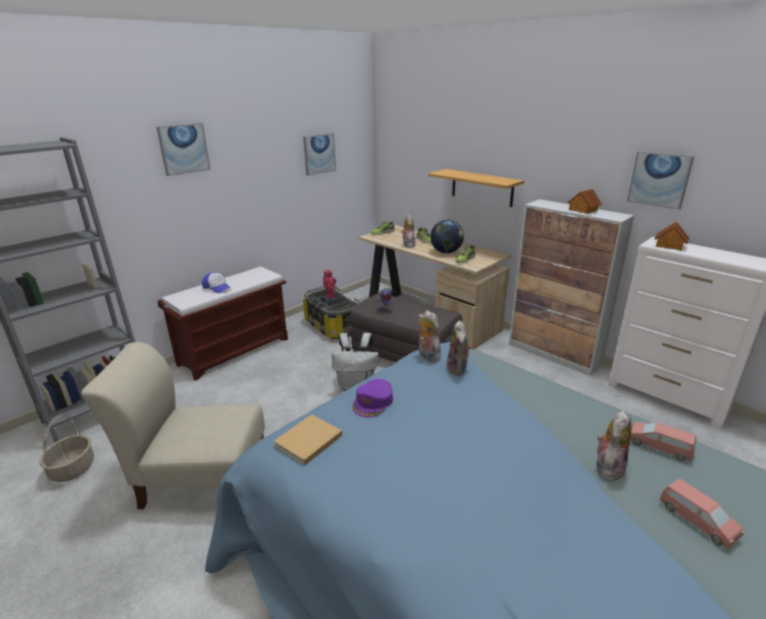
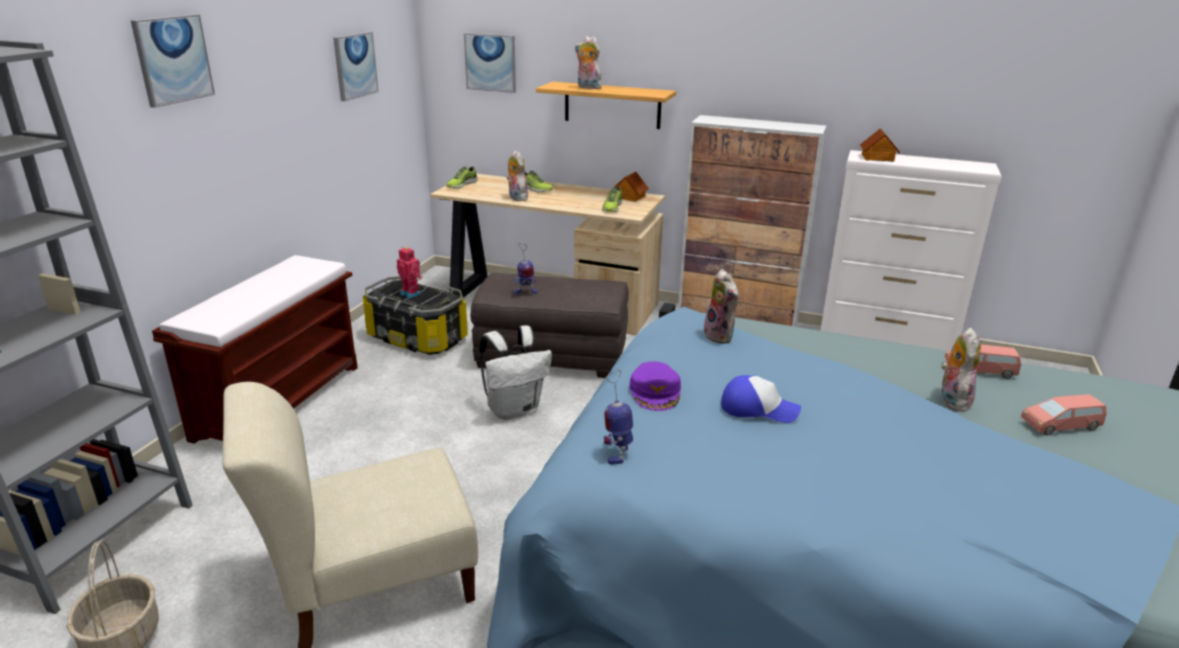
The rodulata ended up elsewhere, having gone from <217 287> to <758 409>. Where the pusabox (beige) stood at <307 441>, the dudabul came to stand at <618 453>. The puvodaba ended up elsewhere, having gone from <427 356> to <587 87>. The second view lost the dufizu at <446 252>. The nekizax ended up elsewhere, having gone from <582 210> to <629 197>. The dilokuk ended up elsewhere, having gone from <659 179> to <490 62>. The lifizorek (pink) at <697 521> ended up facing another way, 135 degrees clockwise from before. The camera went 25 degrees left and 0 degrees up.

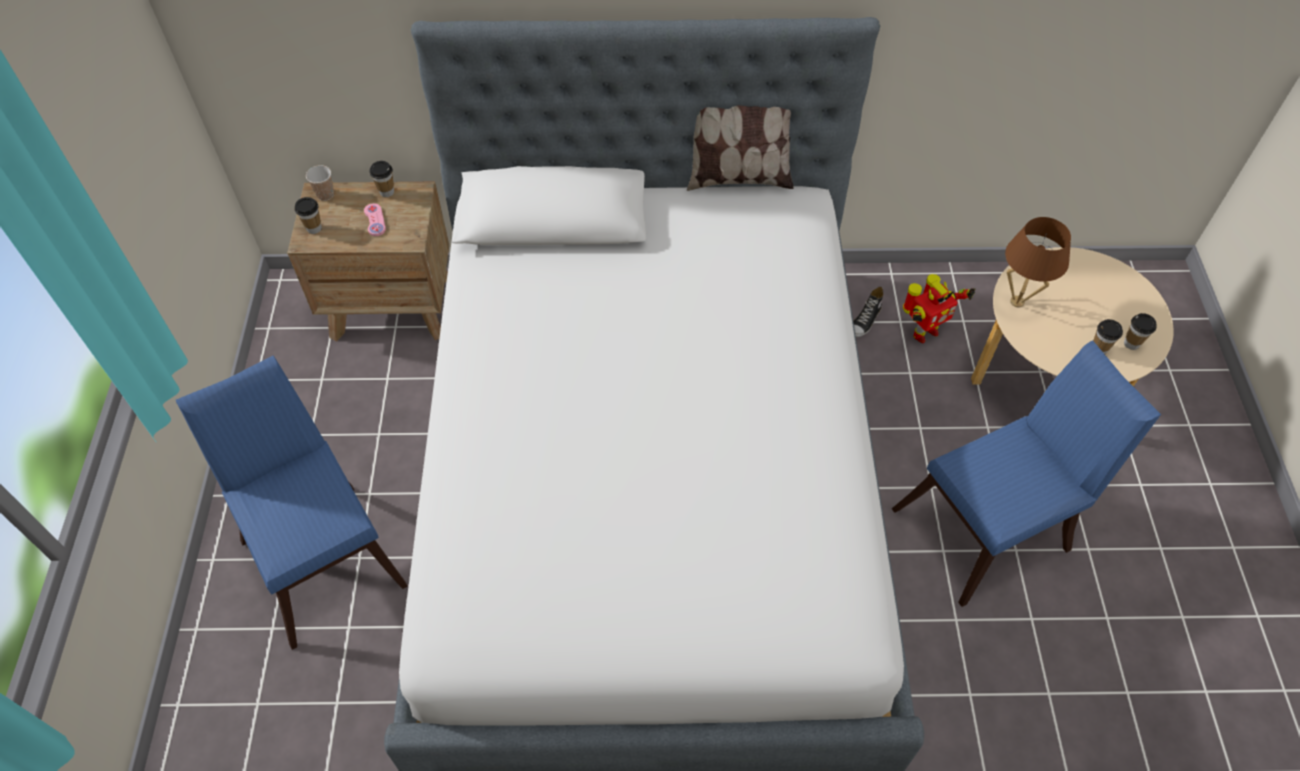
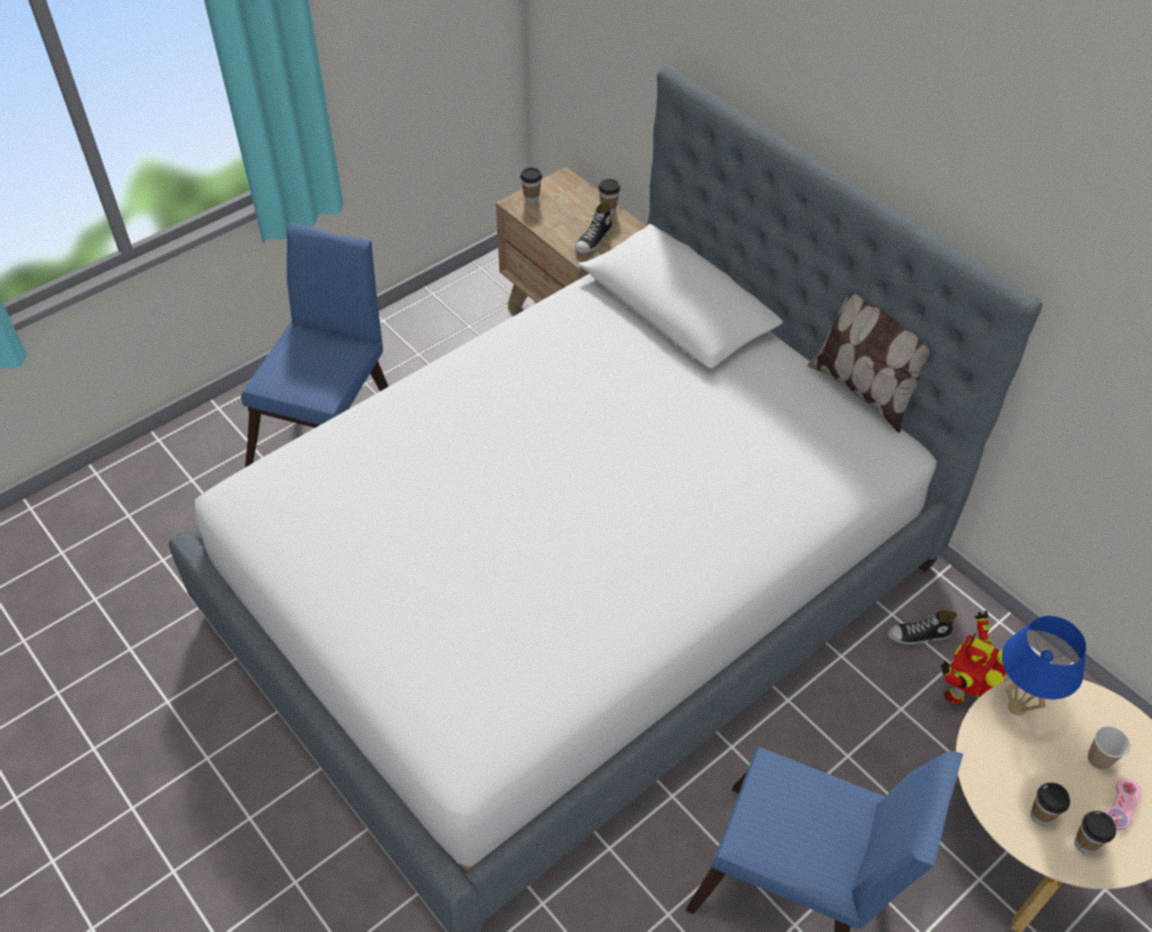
The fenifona ended up elsewhere, having gone from <325 195> to <1099 759>. The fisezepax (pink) ended up elsewhere, having gone from <375 220> to <1122 804>. The dudabul at <923 332> ended up facing another way, 105 degrees clockwise from before. What was the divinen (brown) at <1017 301> turned into the divinen (blue) at <1017 707>. The second view gained the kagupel at <594 240>. The camera went 50 degrees right and 5 degrees down.

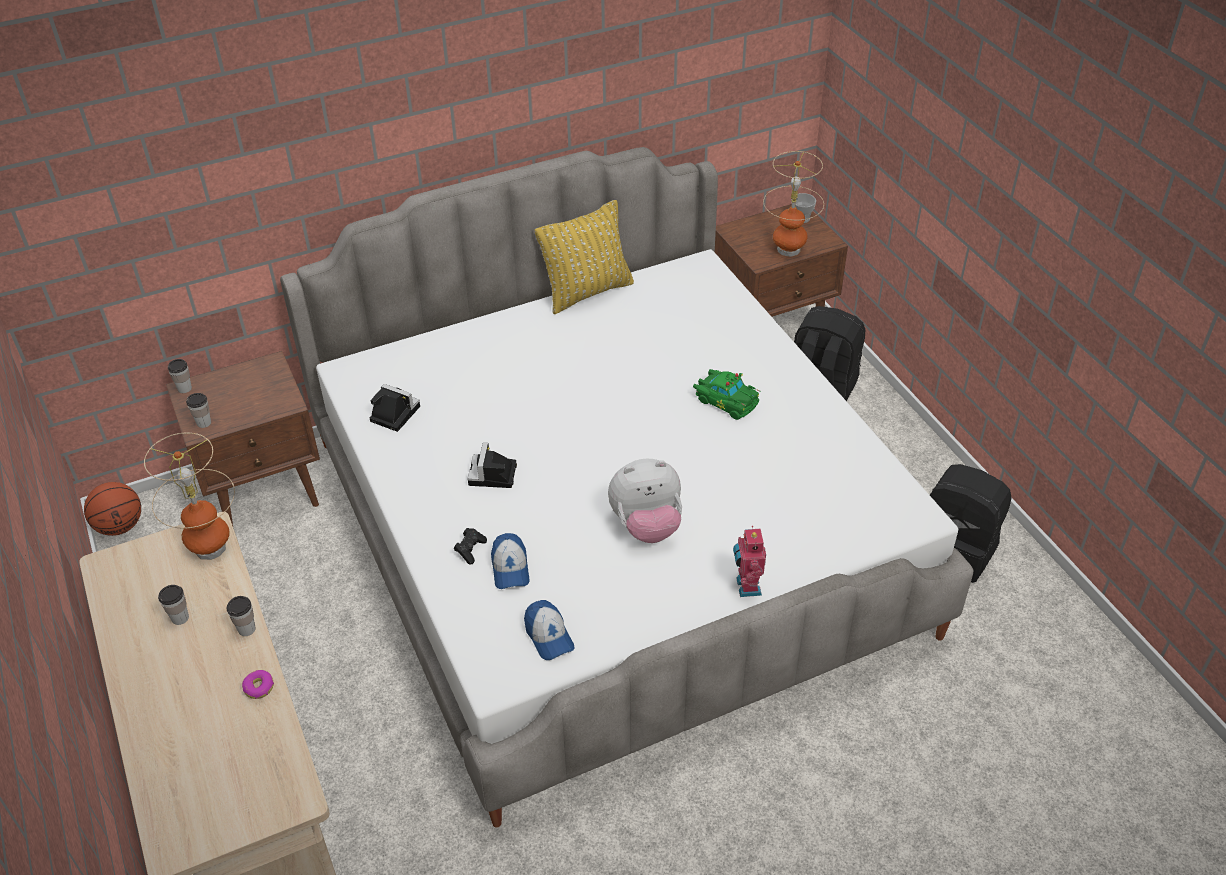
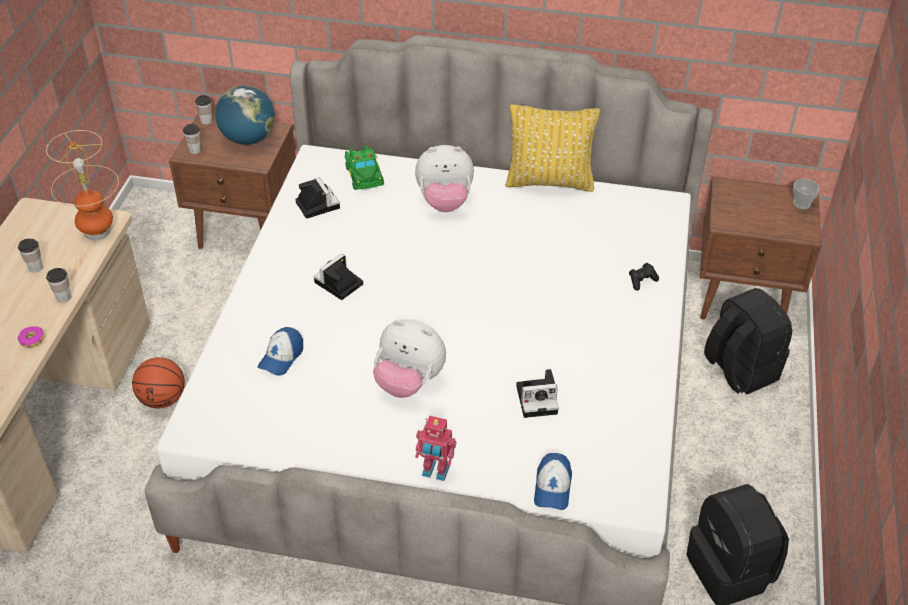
The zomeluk ended up elsewhere, having gone from <120 526> to <162 399>. The fisezepax (black) ended up elsewhere, having gone from <470 550> to <642 281>. The rodulata ended up elsewhere, having gone from <548 636> to <552 488>. The lifizorek (green) ended up elsewhere, having gone from <726 400> to <364 174>. The dudabul at <746 586> ended up facing another way, 105 degrees counterclockwise from before. The second view lost the divinen at <789 249>. The second view gained the dufizu at <248 139>. The second view gained the puvodaba at <444 202>. The second view gained the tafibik at <538 399>. The camera went 35 degrees right and 0 degrees up.

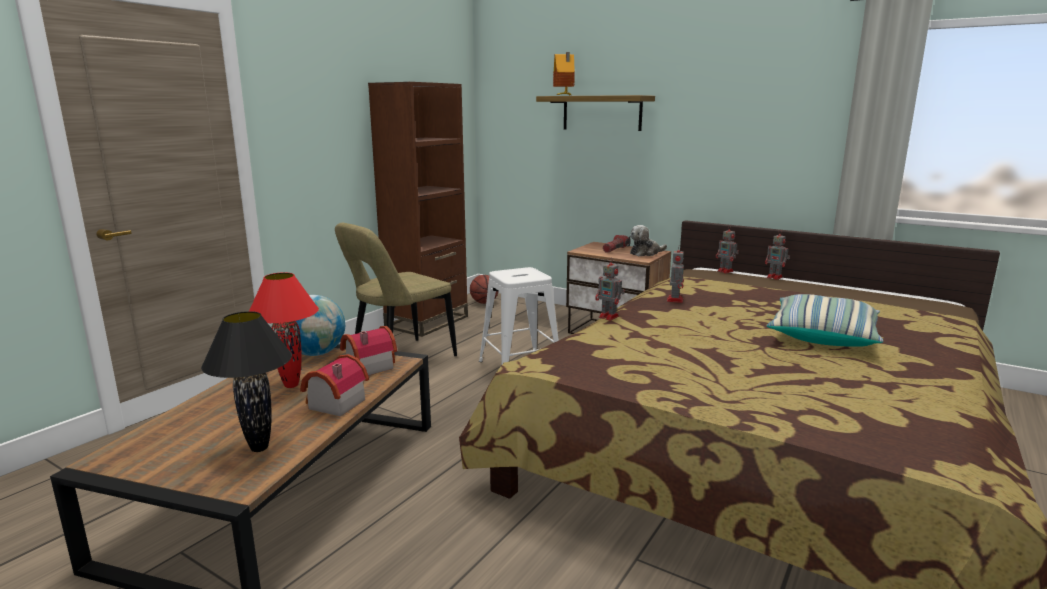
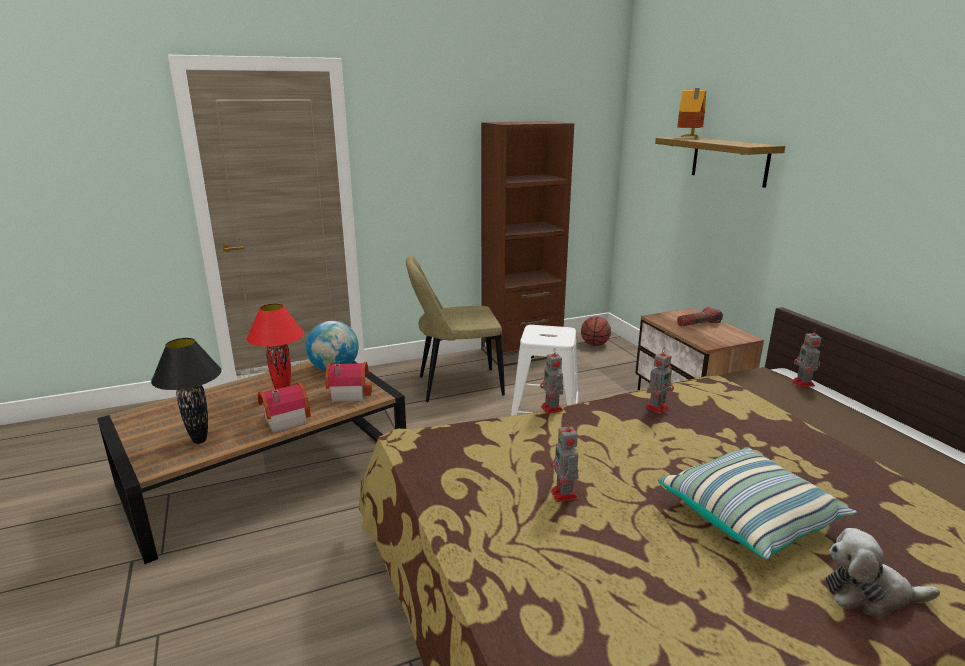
The puvodaba ended up elsewhere, having gone from <646 253> to <869 594>. The dudabul ended up elsewhere, having gone from <775 277> to <564 495>. The camera went 35 degrees right and 5 degrees up.

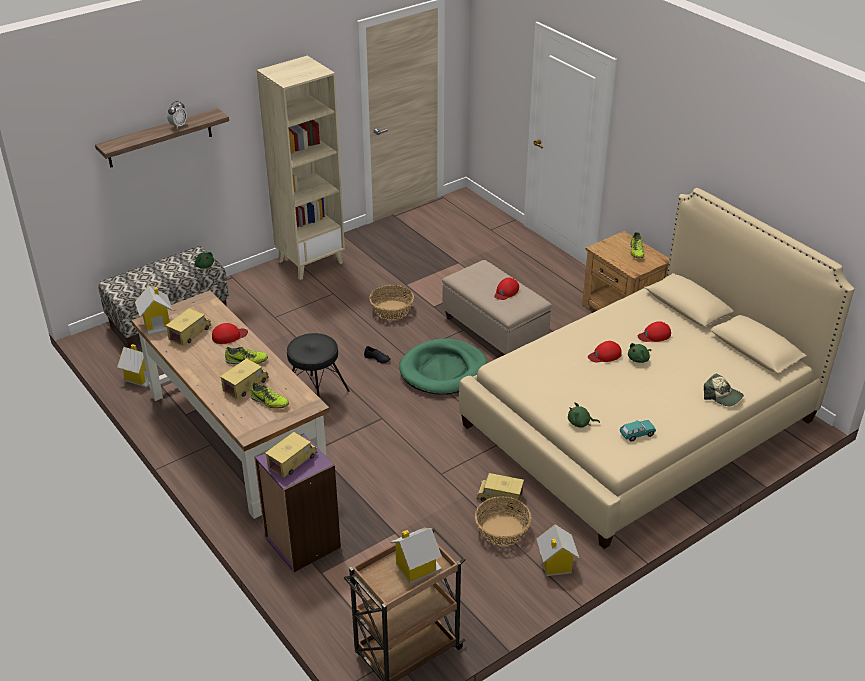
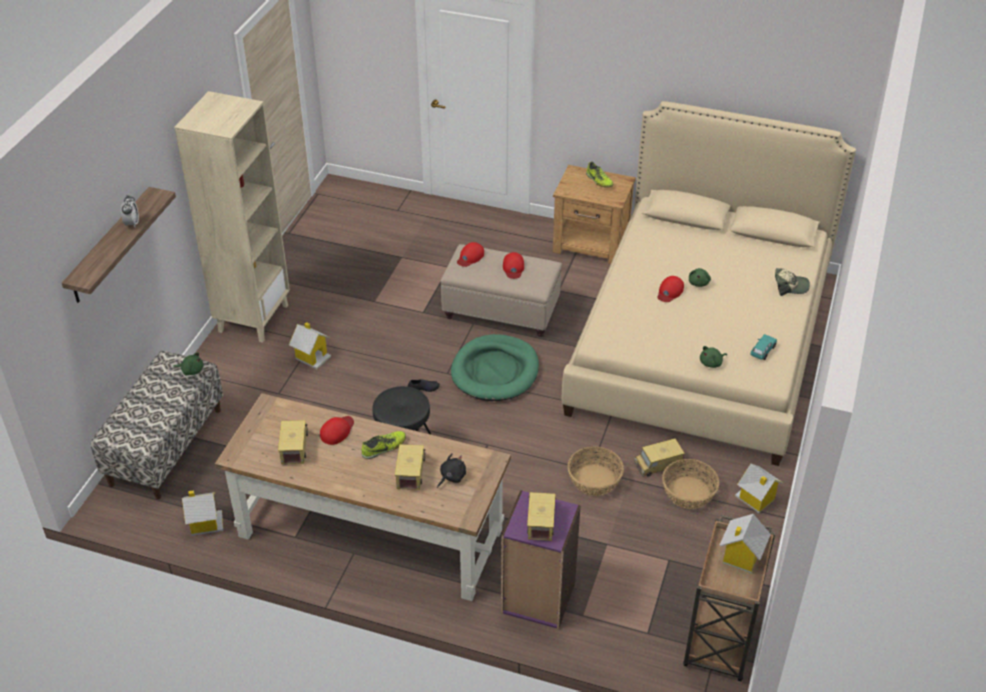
The nekizax ended up elsewhere, having gone from <157 324> to <312 356>. Where the kagupel stood at <269 402>, the puvodaba (black) came to stand at <451 477>. The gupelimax ended up elsewhere, having gone from <392 310> to <594 480>. The rodulata (red) ended up elsewhere, having gone from <654 335> to <470 257>. The camera went 35 degrees left and 5 degrees up.

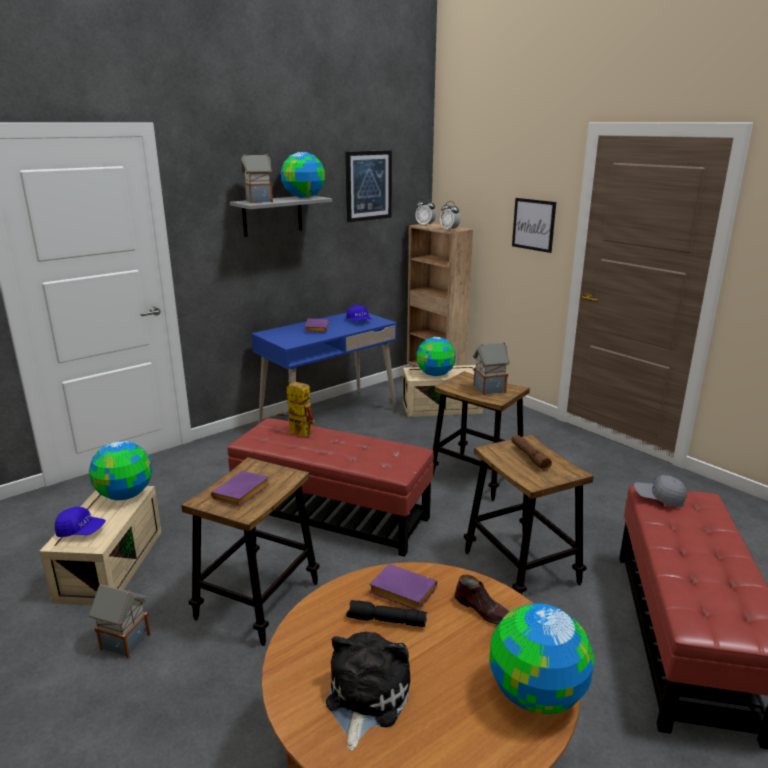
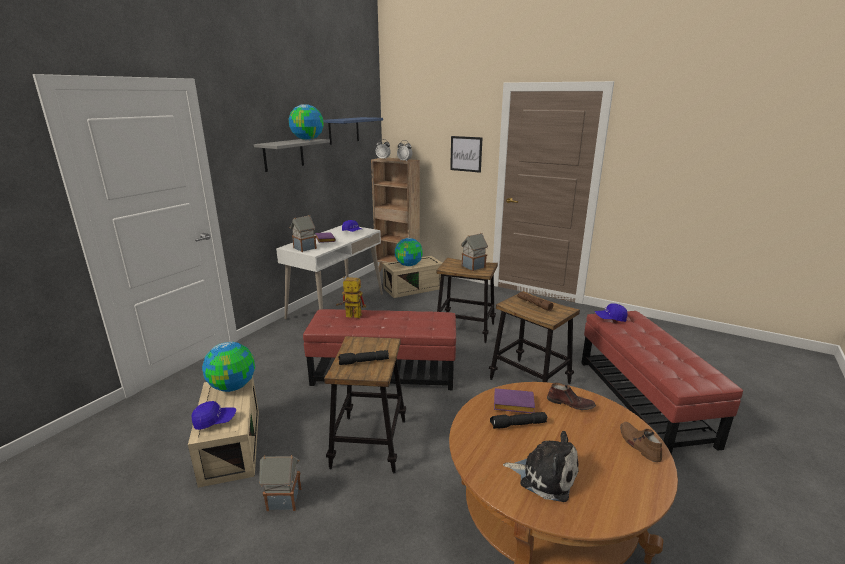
Where the pusabox (purple) stood at <241 494>, the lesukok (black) came to stand at <363 362>. The nekizax ended up elsewhere, having gone from <258 201> to <304 248>. What was the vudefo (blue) at <328 416> turned into the vudefo (white) at <336 306>. The puvodaba at <365 698> ended up facing another way, 120 degrees clockwise from before. Where the dilokuk hung at <368 185>, the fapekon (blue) came to hang at <343 130>. Where the dufizu stood at <535 695>, the kagupel (brown) came to stand at <638 445>. What was the rodulata (grey) at <659 498> turned into the rodulata (blue) at <610 318>. The camera went 20 degrees left and 0 degrees up.

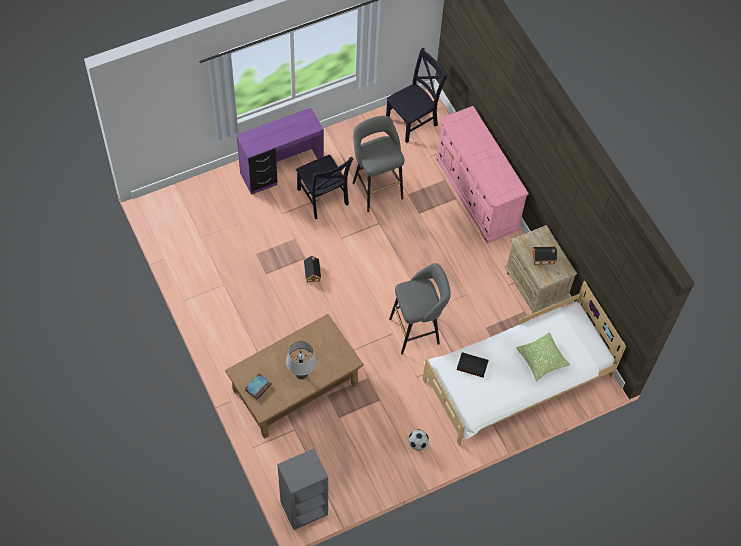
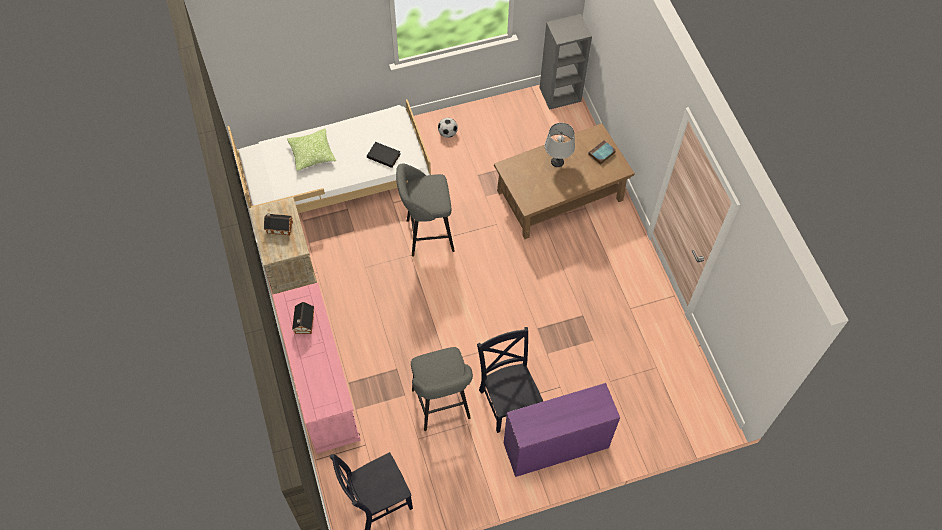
The nekizax ended up elsewhere, having gone from <312 272> to <304 323>. The camera went 170 degrees left and 0 degrees up.

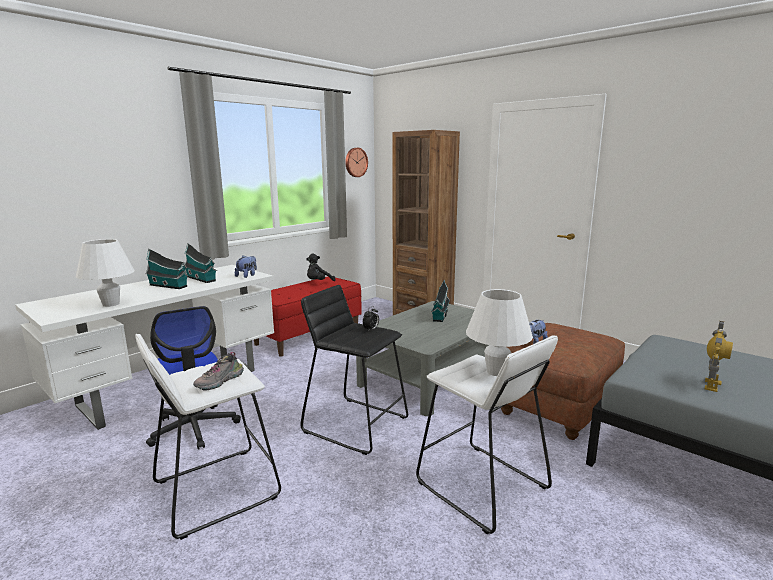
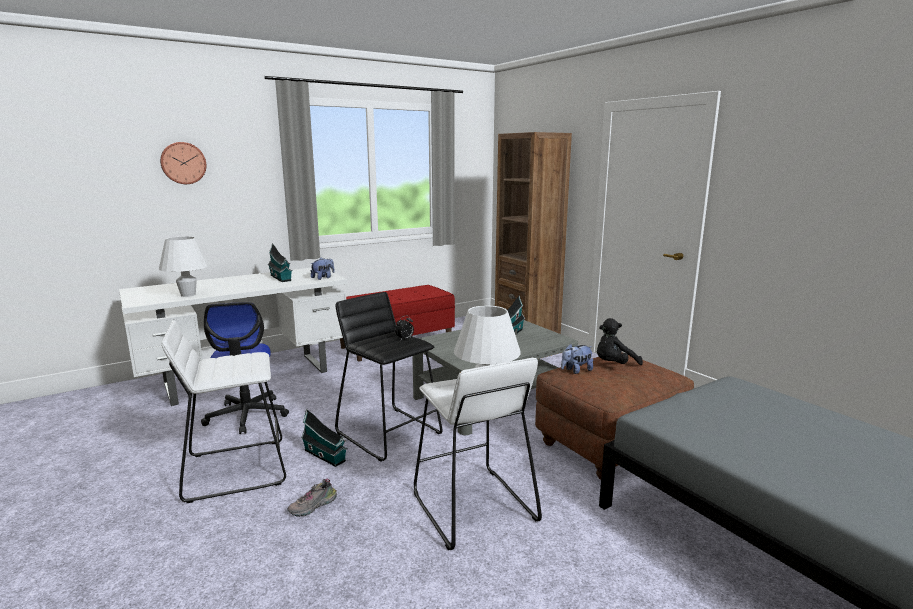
The nekizax ended up elsewhere, having gone from <169 286> to <326 456>. The kagupel ended up elsewhere, having gone from <220 382> to <313 507>. The puvodaba (black) ended up elsewhere, having gone from <318 282> to <614 365>. The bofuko ended up elsewhere, having gone from <355 162> to <183 163>. The second view lost the dudabul at <711 385>. The camera went 15 degrees right and 0 degrees up.

